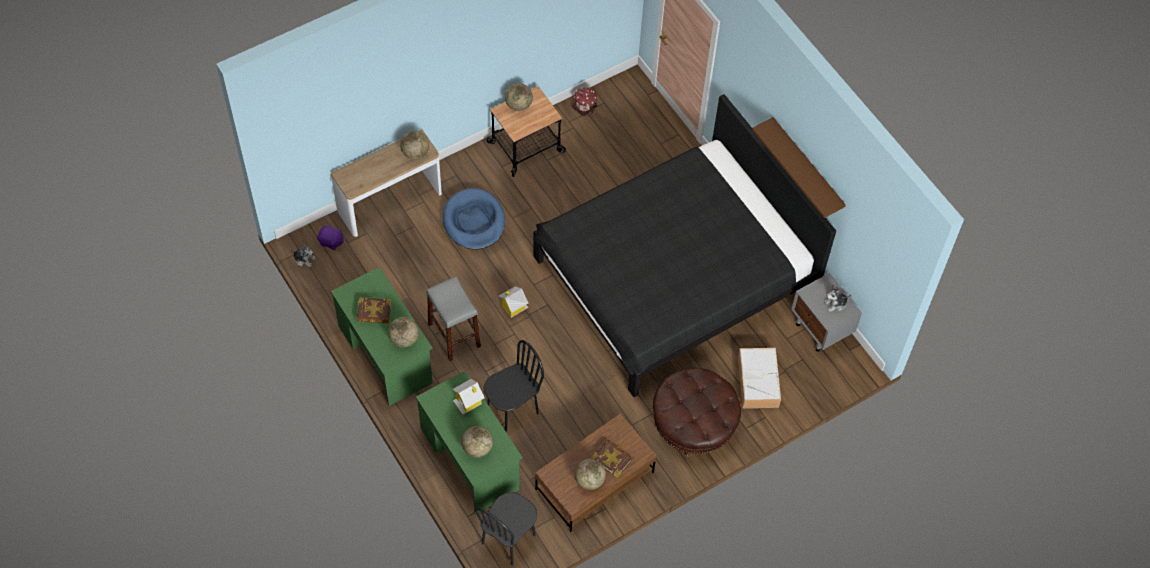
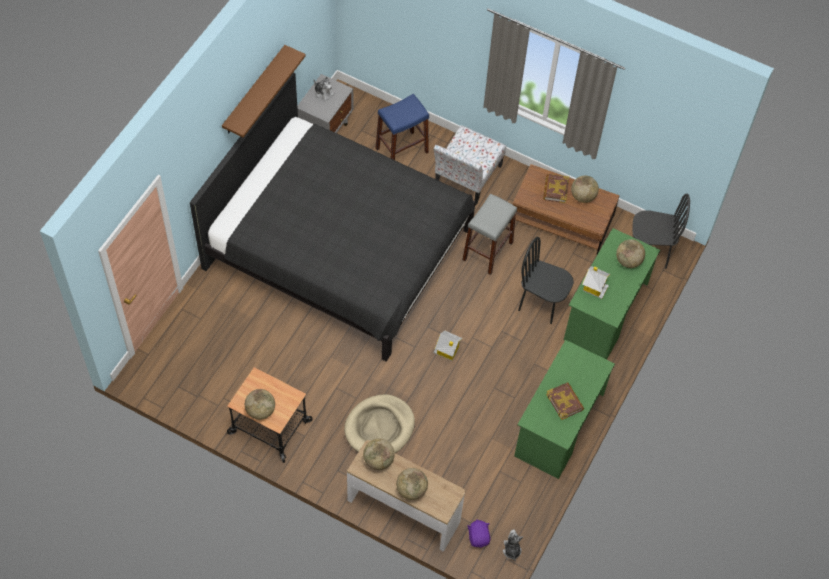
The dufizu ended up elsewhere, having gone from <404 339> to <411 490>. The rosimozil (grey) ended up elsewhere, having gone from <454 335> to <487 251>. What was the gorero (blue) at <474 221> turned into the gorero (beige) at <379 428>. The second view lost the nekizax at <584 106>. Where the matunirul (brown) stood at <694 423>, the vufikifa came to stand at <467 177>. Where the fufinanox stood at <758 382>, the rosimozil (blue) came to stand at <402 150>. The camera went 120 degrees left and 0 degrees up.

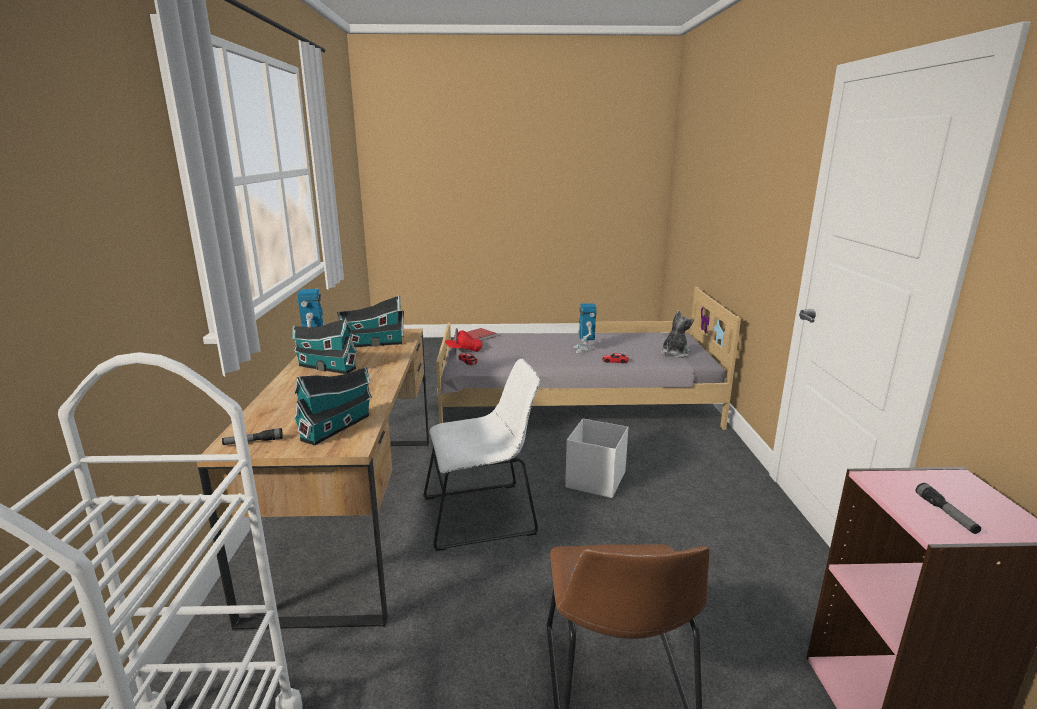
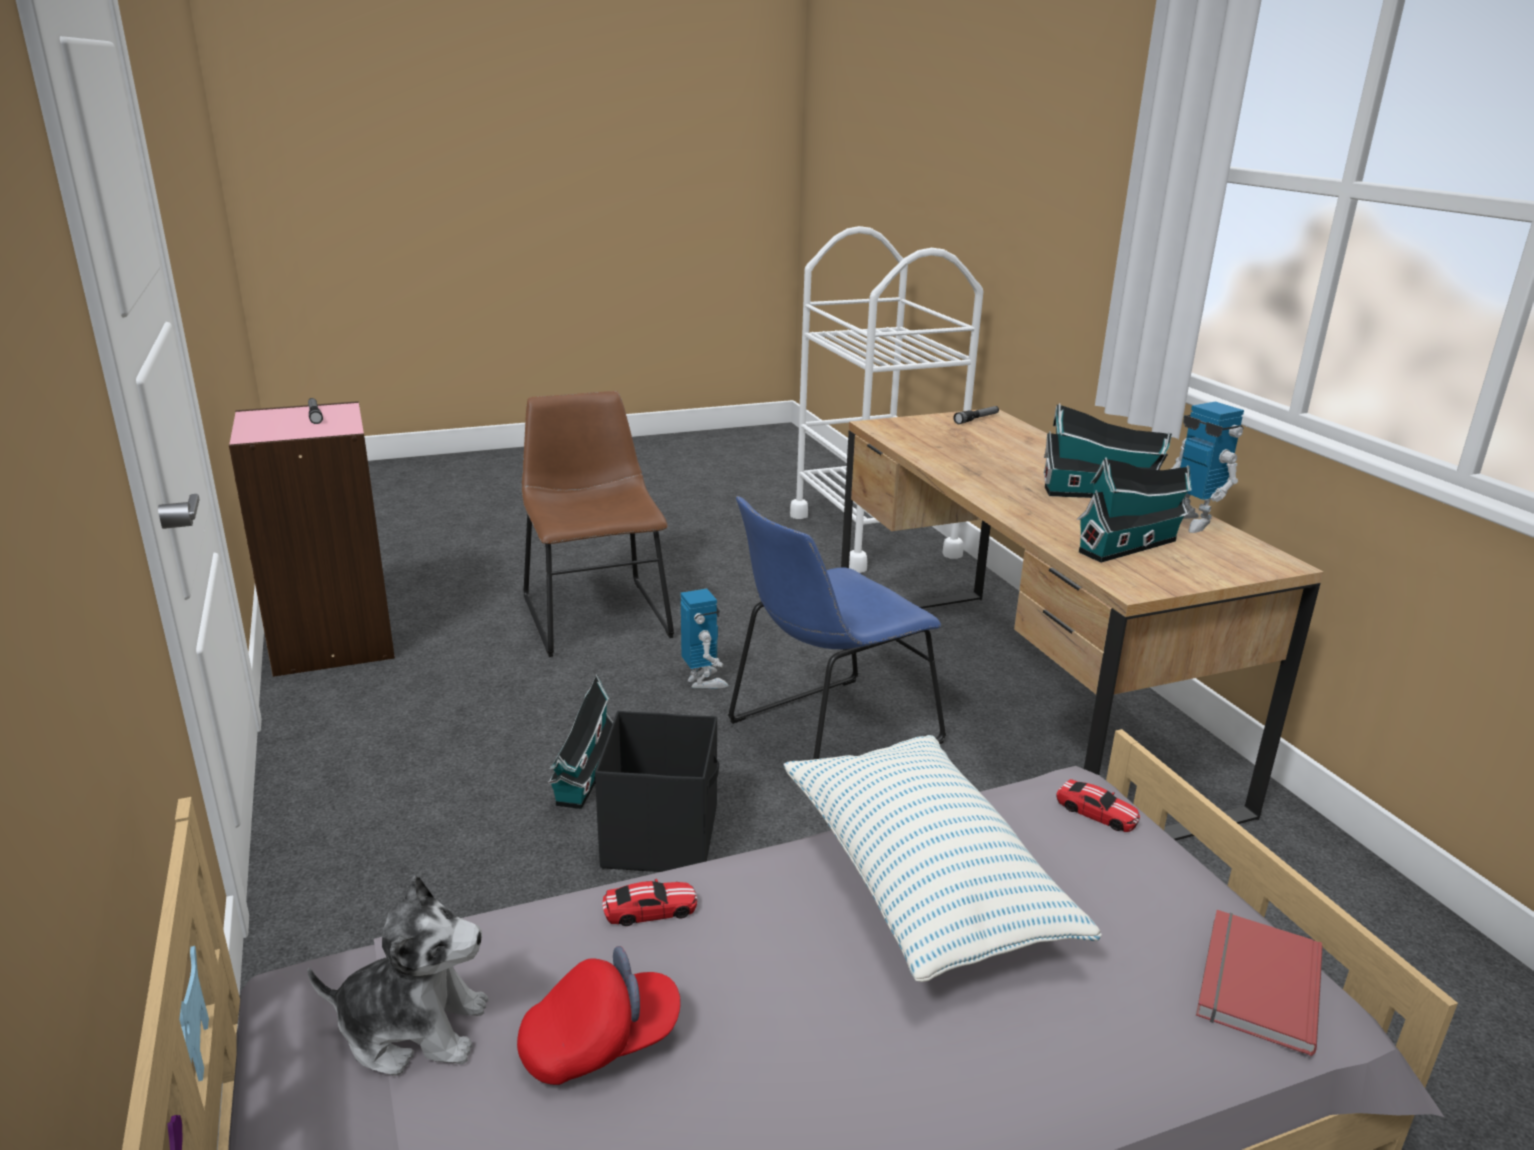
The nekizax ended up elsewhere, having gone from <338 426> to <583 780>. What was the vufikifa (white) at <484 515> turned into the vufikifa (blue) at <827 734>. The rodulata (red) ended up elsewhere, having gone from <464 350> to <600 1043>. What was the fufinanox (white) at <595 480> turned into the fufinanox (black) at <662 836>. The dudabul ended up elsewhere, having gone from <584 349> to <703 681>. The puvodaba at <674 353> ended up facing another way, 105 degrees counterclockwise from before. The second view gained the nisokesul at <921 880>. The camera went 160 degrees right and 5 degrees up.

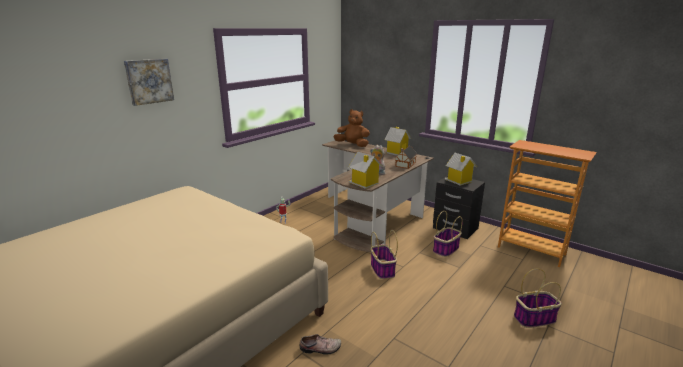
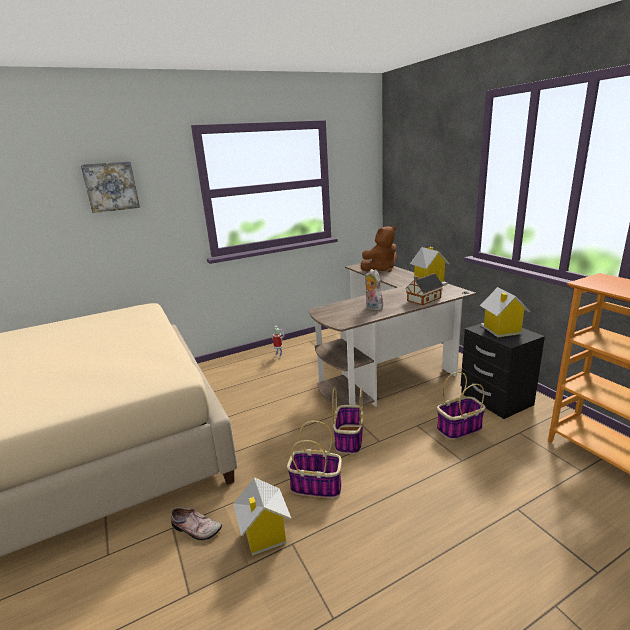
The puvodaba (brown) at <353 145> ended up facing another way, 105 degrees clockwise from before. The nekizax ended up elsewhere, having gone from <364 183> to <264 535>. The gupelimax ended up elsewhere, having gone from <534 318> to <317 486>. The camera went 25 degrees right and 0 degrees up.

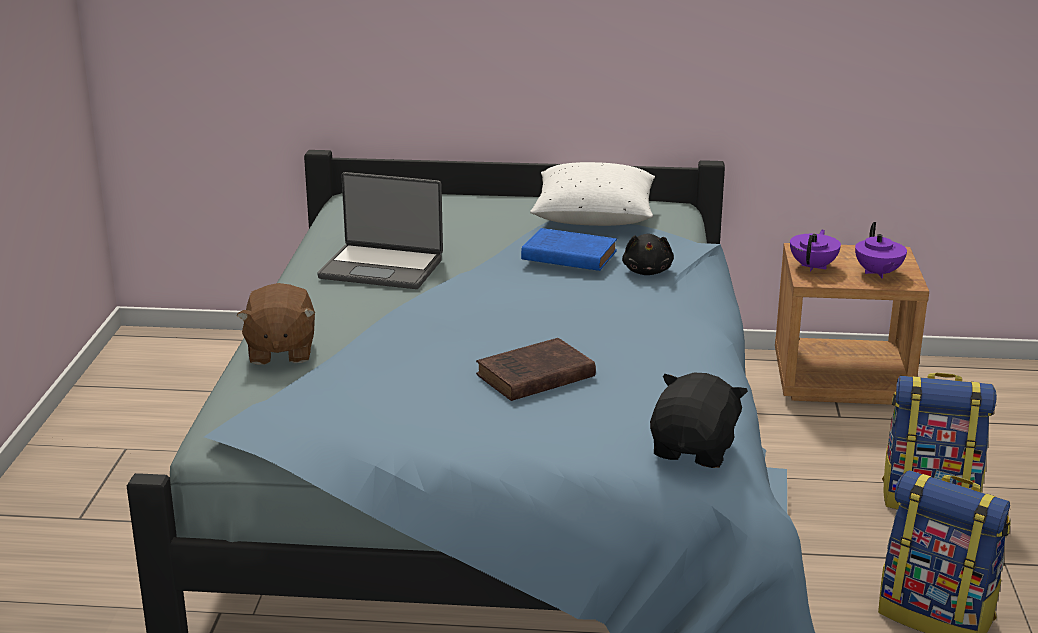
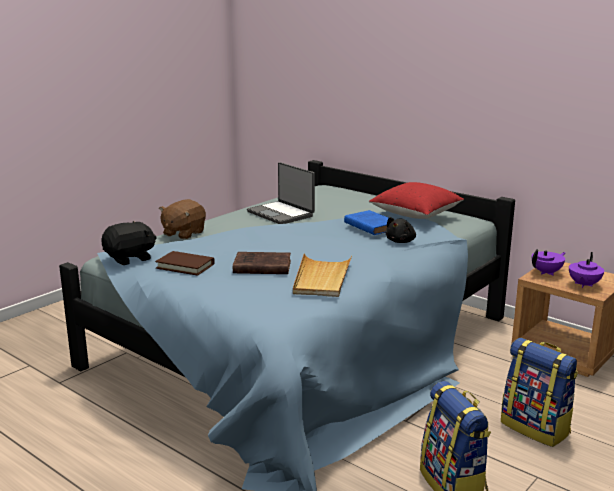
What was the nisokesul (white) at <594 218> turned into the nisokesul (red) at <415 214>. The puvodaba (black) ended up elsewhere, having gone from <695 450> to <130 258>. The second view gained the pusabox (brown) at <185 266>. The second view gained the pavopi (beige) at <321 278>. The camera went 35 degrees right and 5 degrees down.

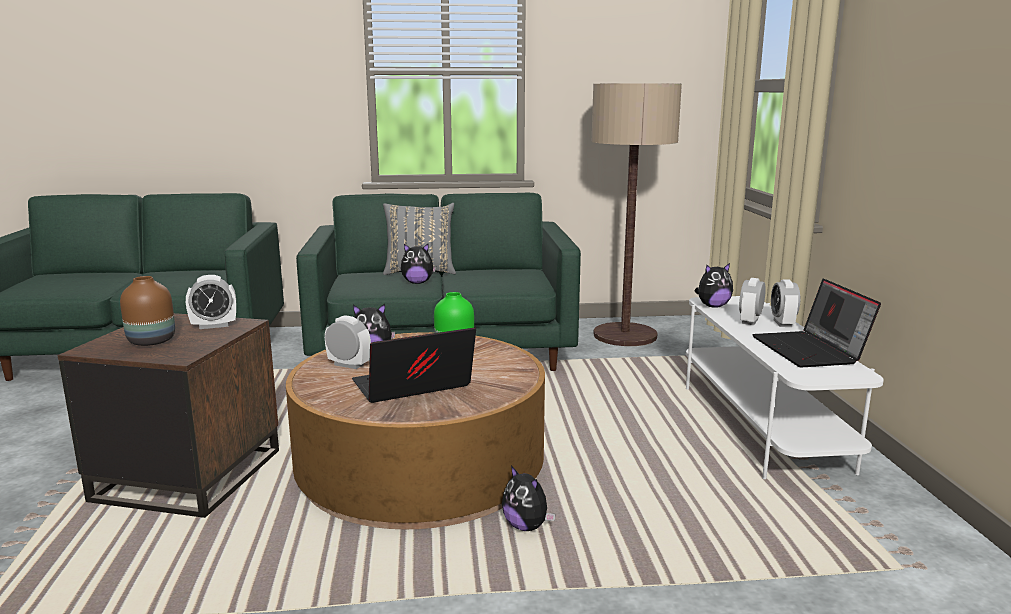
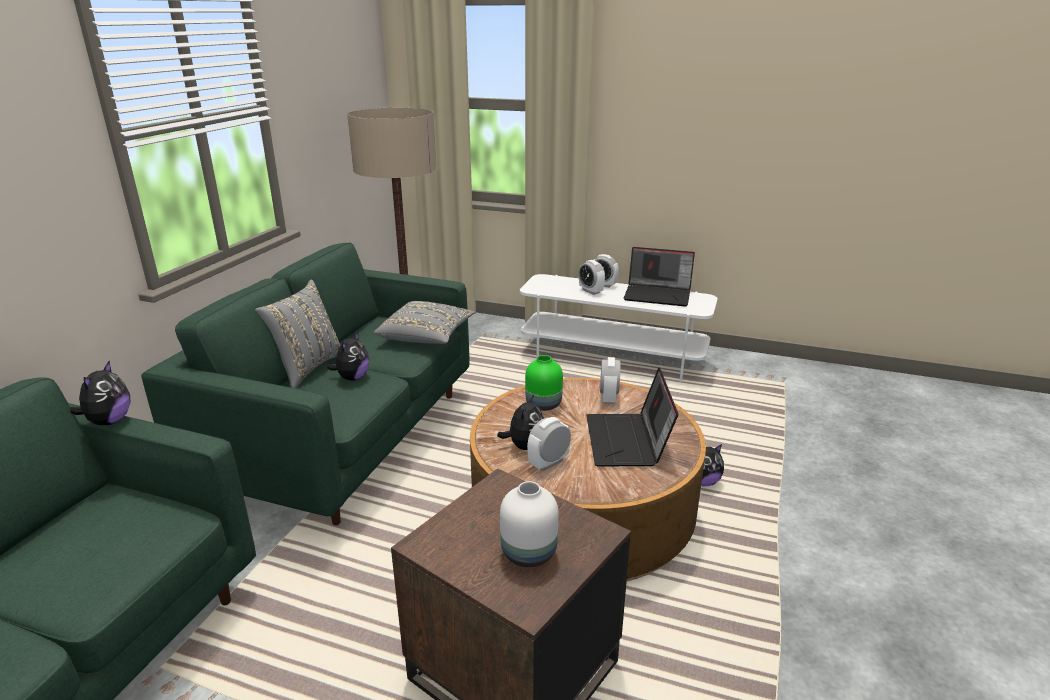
What was the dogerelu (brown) at <152 342> turned into the dogerelu (white) at <530 552>. The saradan ended up elsewhere, having gone from <214 326> to <608 397>. The puvodaba ended up elsewhere, having gone from <713 306> to <109 421>. The second view gained the nisokesul (grey) at <426 337>. The camera went 65 degrees left and 10 degrees up.

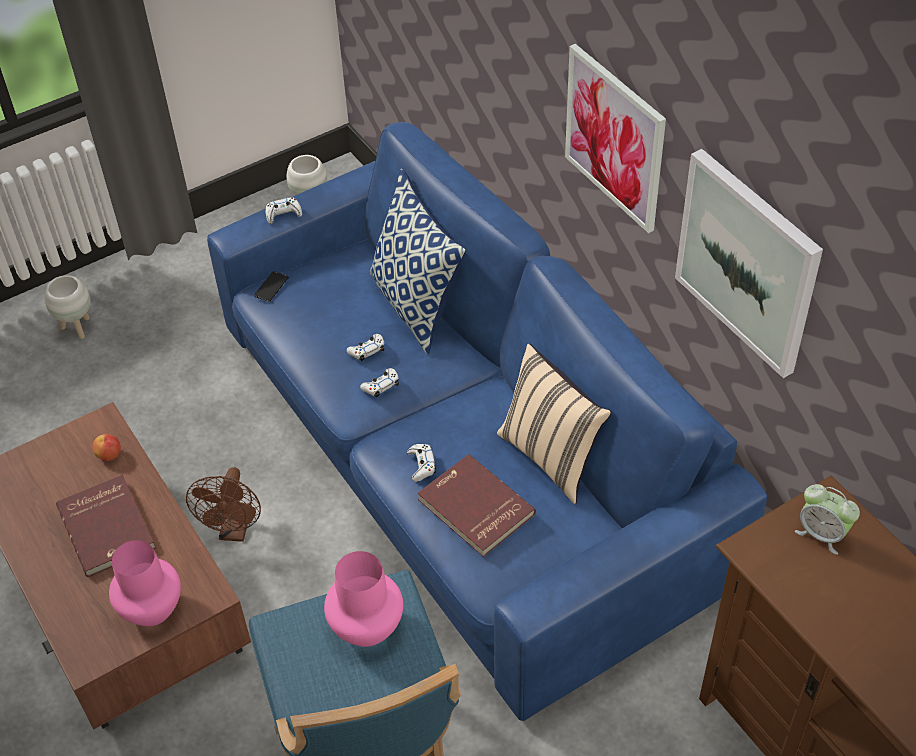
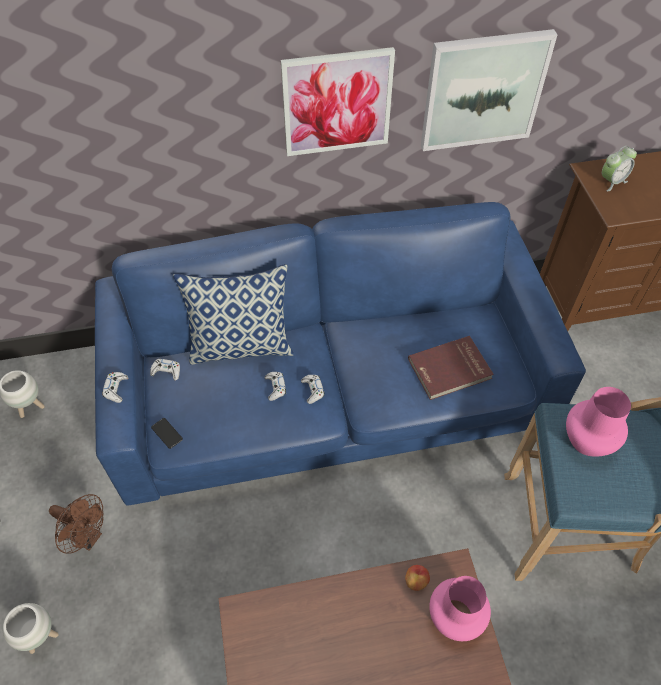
The second view lost the pusabox (red) at <108 527>. The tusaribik ended up elsewhere, having gone from <109 455> to <416 581>. The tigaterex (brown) ended up elsewhere, having gone from <235 530> to <88 537>. The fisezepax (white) ended up elsewhere, having gone from <421 465> to <166 371>. The second view lost the nisokesul (beige) at <551 456>. The camera went 70 degrees left and 5 degrees up.

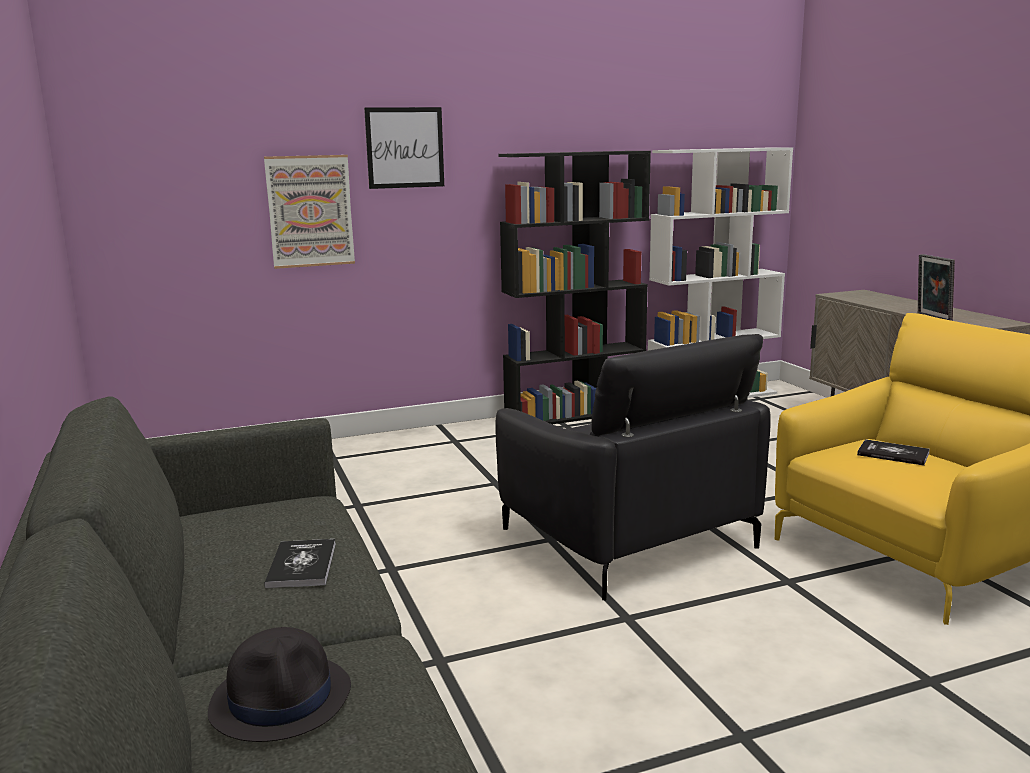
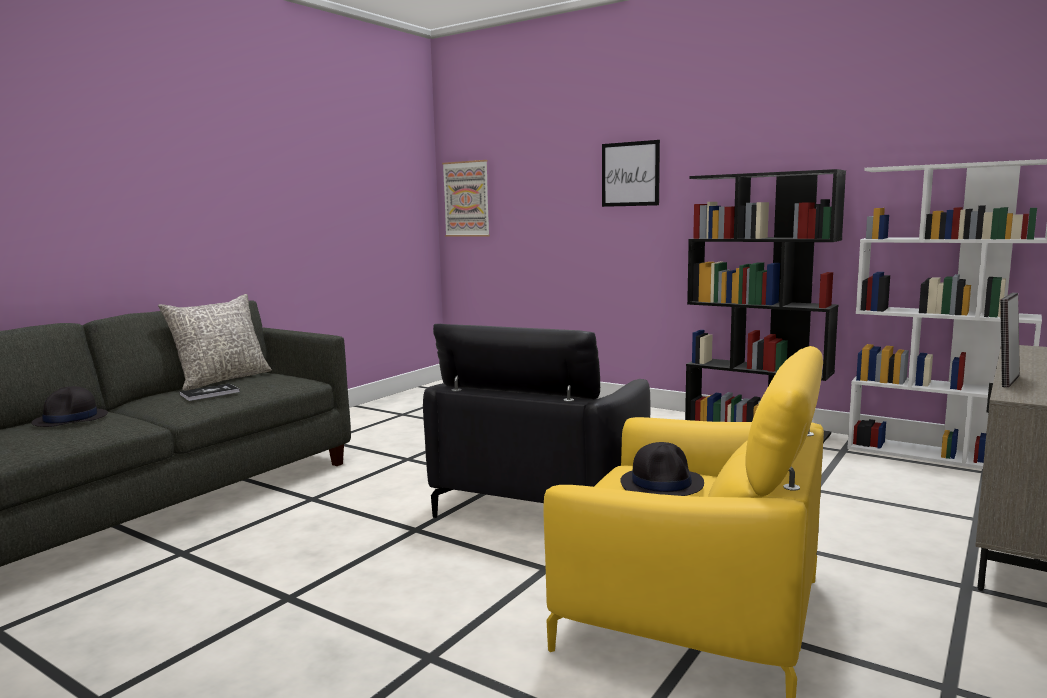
The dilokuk ended up elsewhere, having gone from <310 211> to <466 199>. Where the pusabox stood at <893 454>, the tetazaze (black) came to stand at <662 483>. The second view gained the nisokesul (grey) at <222 380>. The camera went 55 degrees right and 5 degrees down.

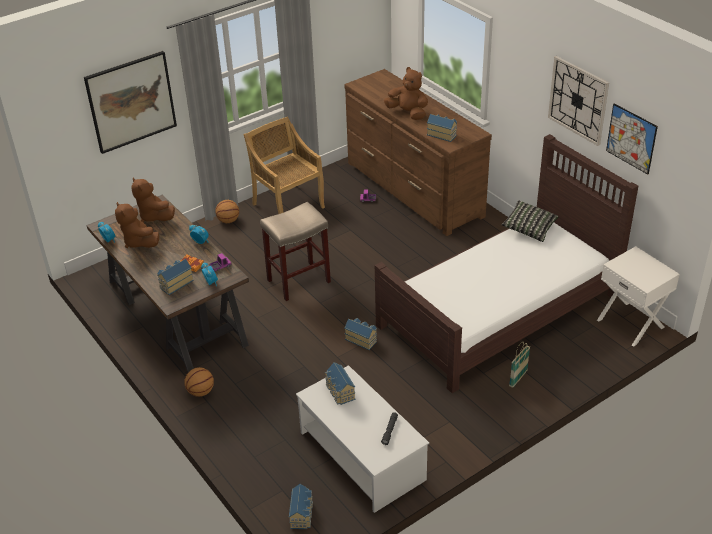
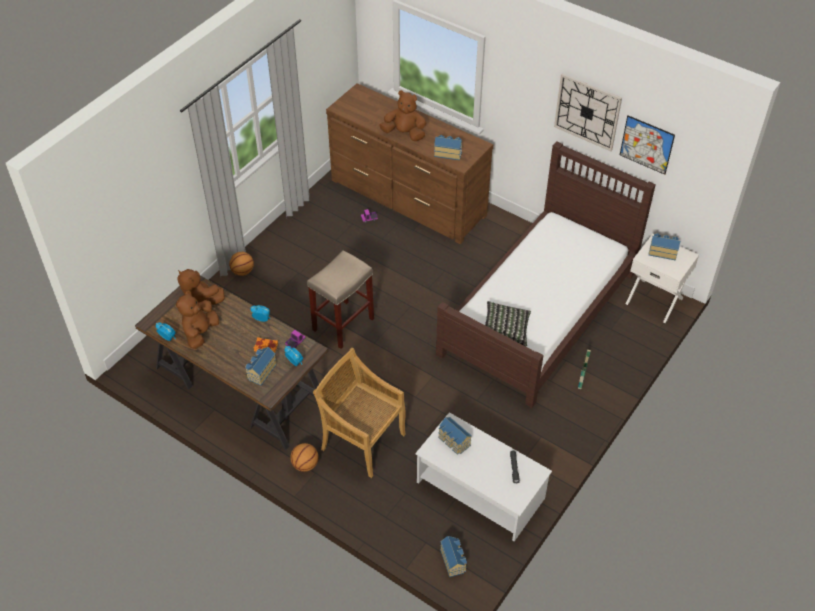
The second view lost the dilokuk at <131 101>. The puvodaba (brown) at <139 242> ended up facing another way, 75 degrees clockwise from before. The vufikifa (beige) ended up elsewhere, having gone from <287 205> to <362 441>. The nekizax ended up elsewhere, having gone from <361 339> to <662 252>. The nisokesul ended up elsewhere, having gone from <529 228> to <505 330>. The camera went 20 degrees left and 10 degrees up.

